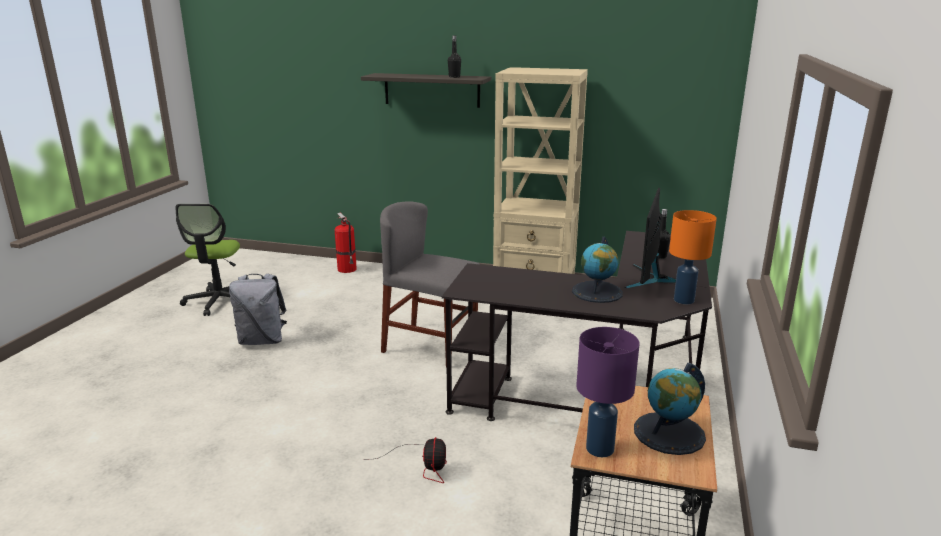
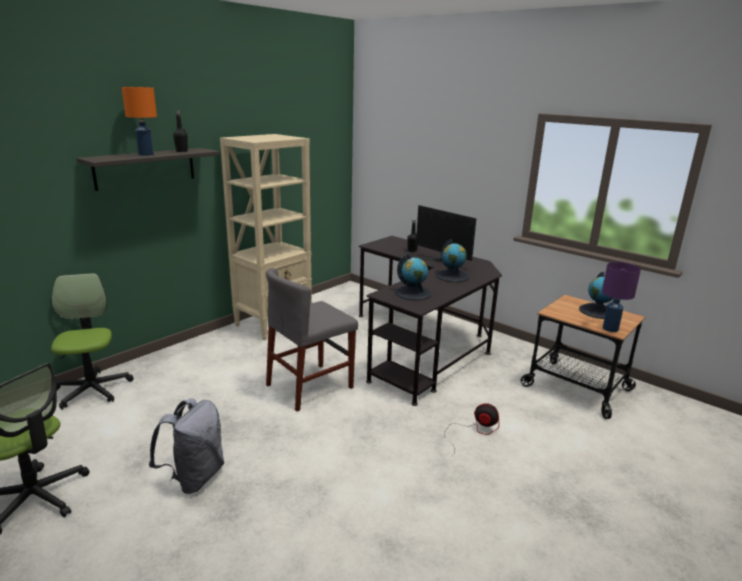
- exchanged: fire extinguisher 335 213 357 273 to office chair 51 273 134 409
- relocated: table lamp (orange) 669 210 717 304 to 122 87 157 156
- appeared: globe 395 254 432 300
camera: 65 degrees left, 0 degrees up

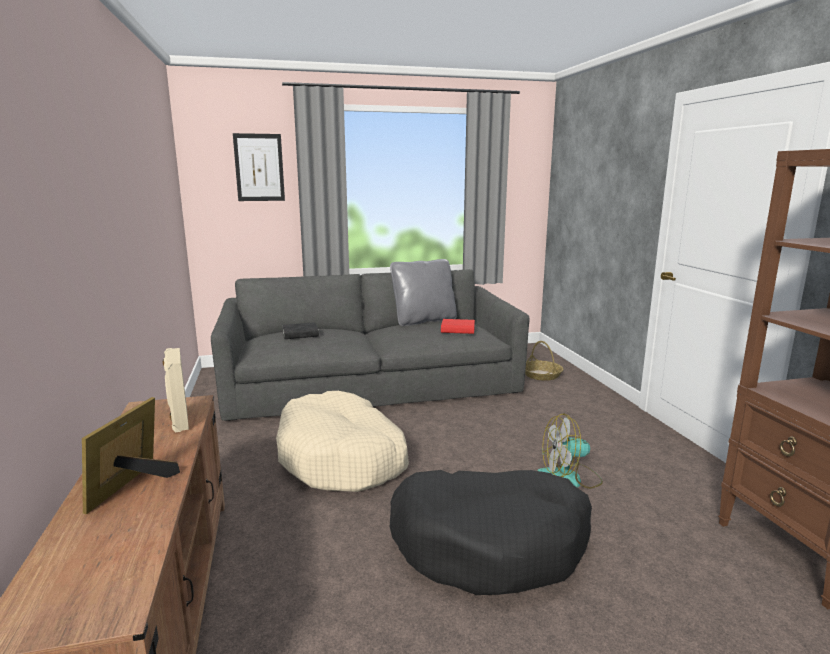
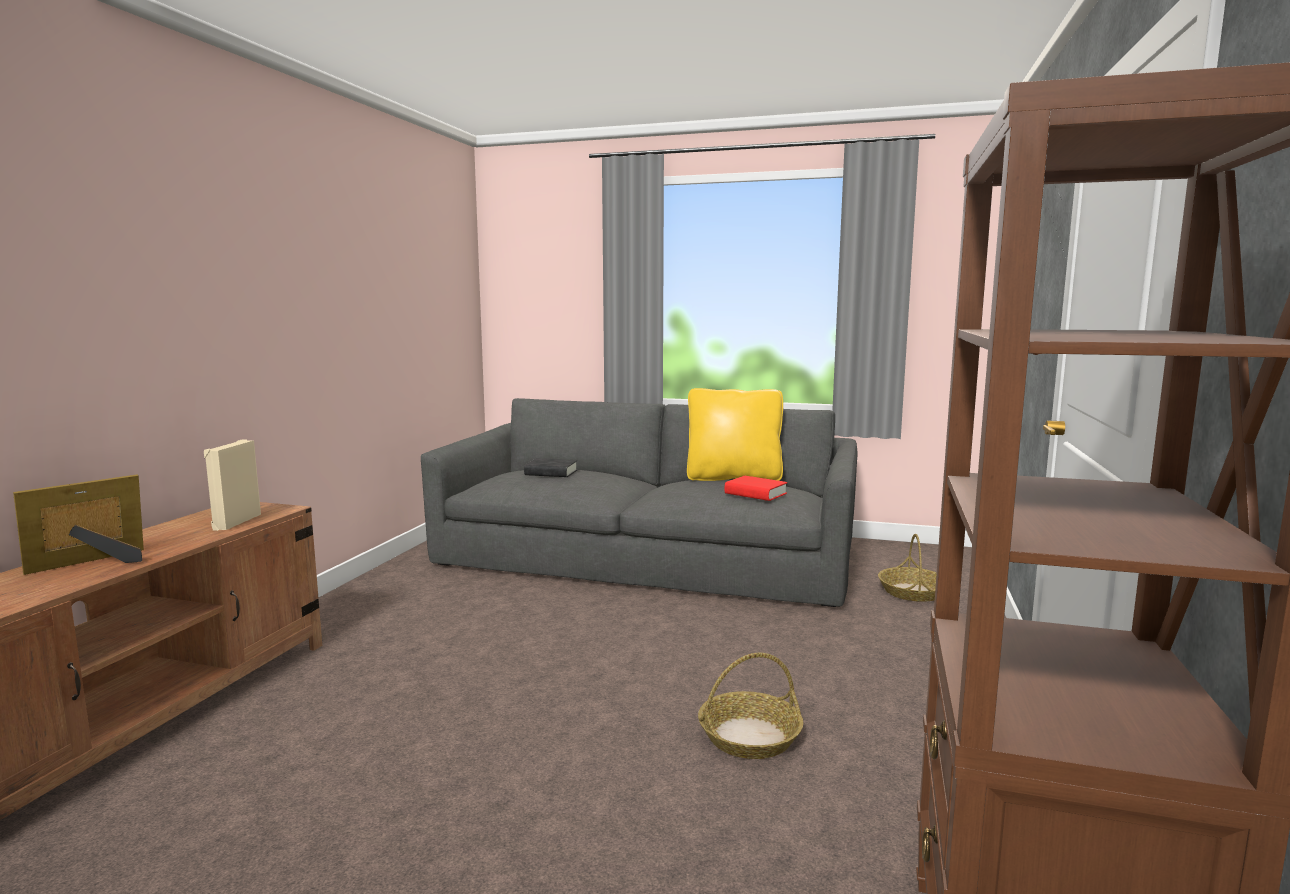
- colour: pillow (grey) 390 259 457 326 to pillow (yellow) 687 388 783 481
- exchanged: fan 537 413 603 489 to basket 698 653 803 759
- missing: picture 233 133 285 201
- missing: dog bed (beige) 276 391 409 492
- missing: dog bed (black) 390 470 592 595
camera: 30 degrees right, 5 degrees down

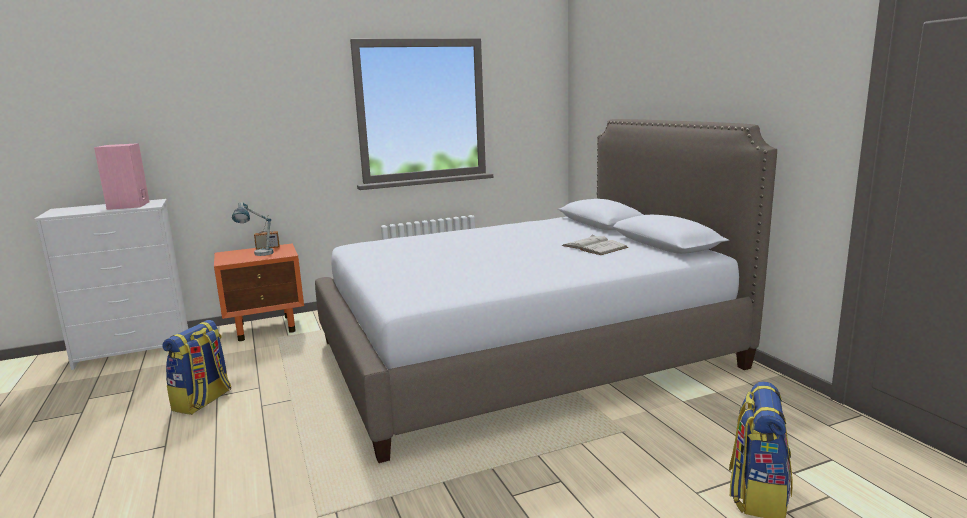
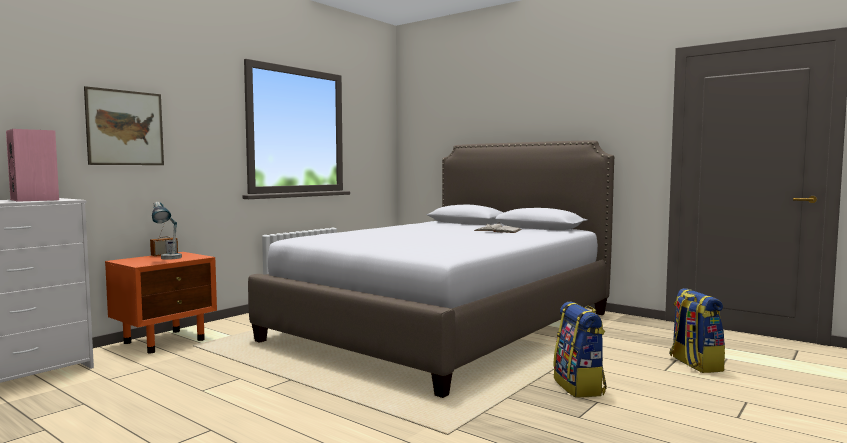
- appeared: picture 84 86 164 165
- relocated: backpack 162 320 231 415 to 554 302 607 398
camera: 30 degrees left, 10 degrees down

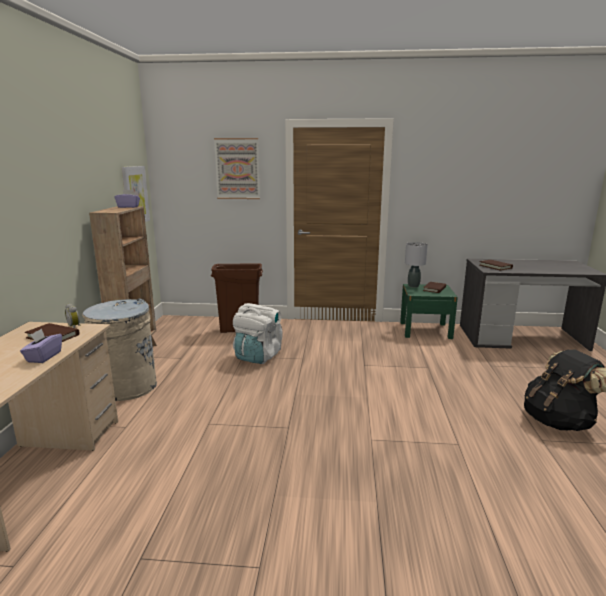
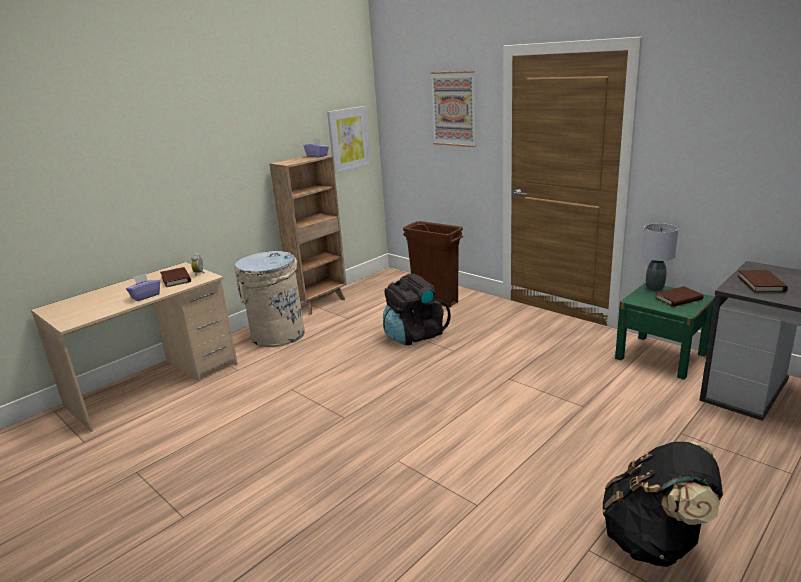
- colour: backpack (white) 233 303 283 364 to backpack (black) 383 274 451 345
camera: 40 degrees right, 5 degrees up

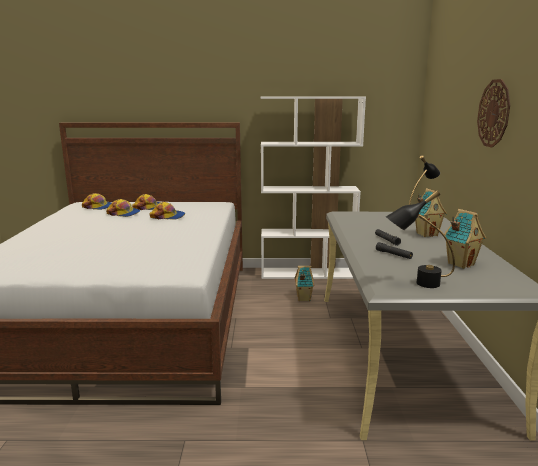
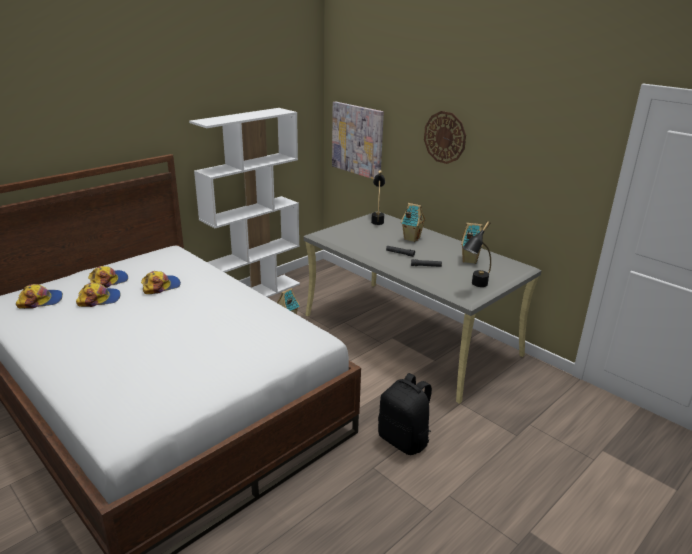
- appeared: picture 332 101 384 179
- appeared: backpack (black) 378 373 432 455
camera: 45 degrees left, 10 degrees up

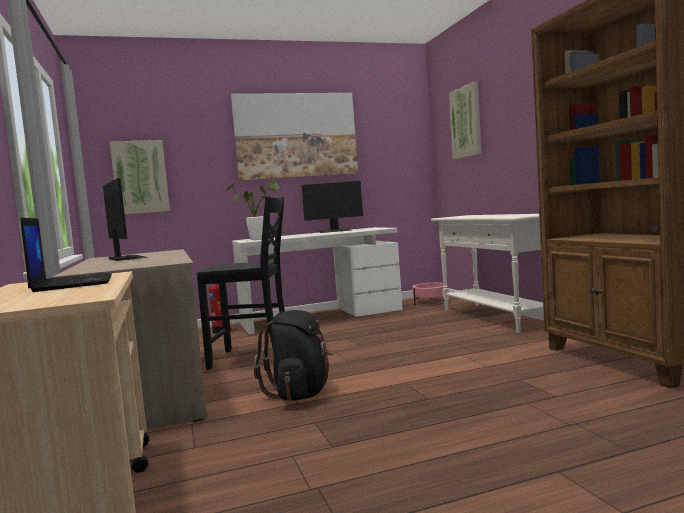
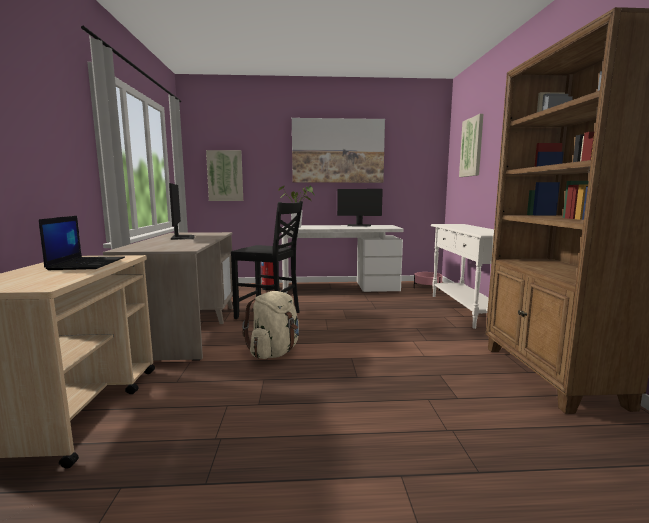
- colour: backpack (black) 254 310 334 401 to backpack (beige) 242 291 299 359
camera: 15 degrees right, 5 degrees up

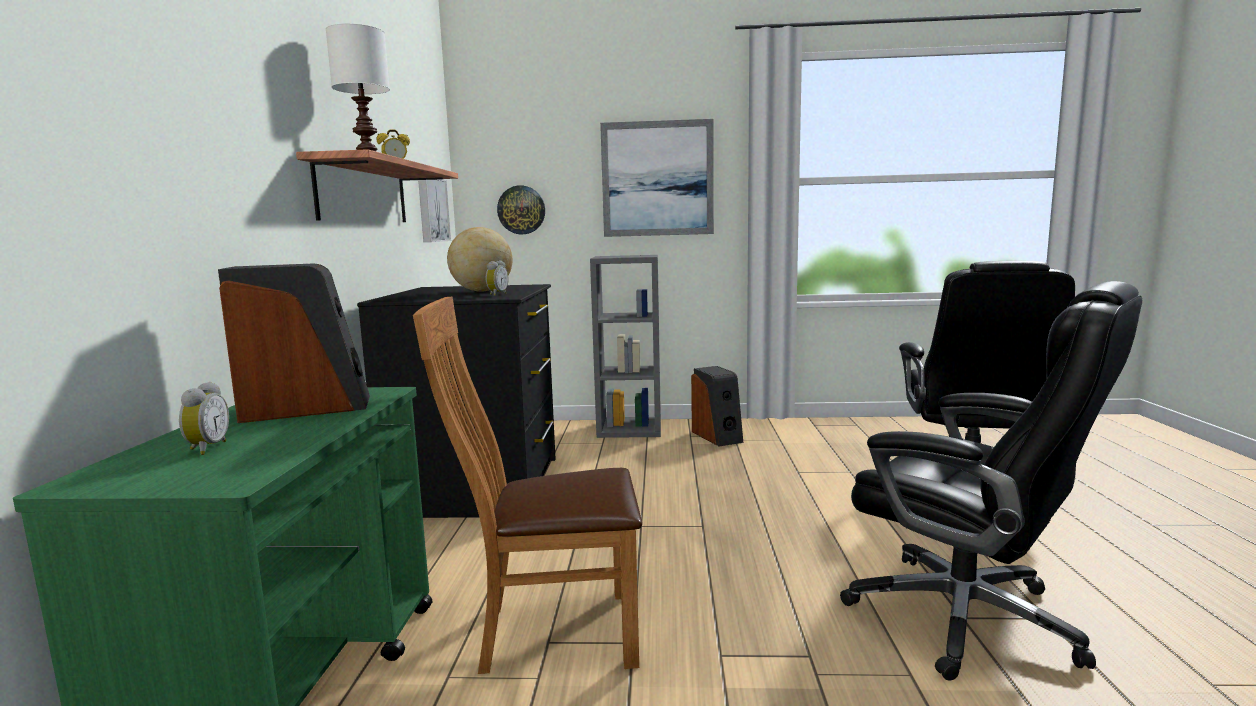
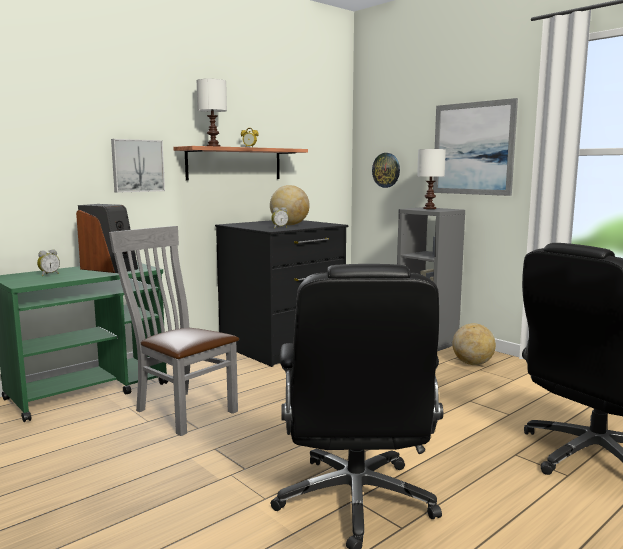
- colour: chair (brown) 413 297 642 674 to chair (grey) 109 226 239 436
- relocated: picture 418 179 451 242 to 111 139 165 193
- appeared: table lamp (white) 417 149 446 209
- exchanged: speaker 691 366 743 446 to globe 452 323 496 365
camera: 45 degrees right, 0 degrees up

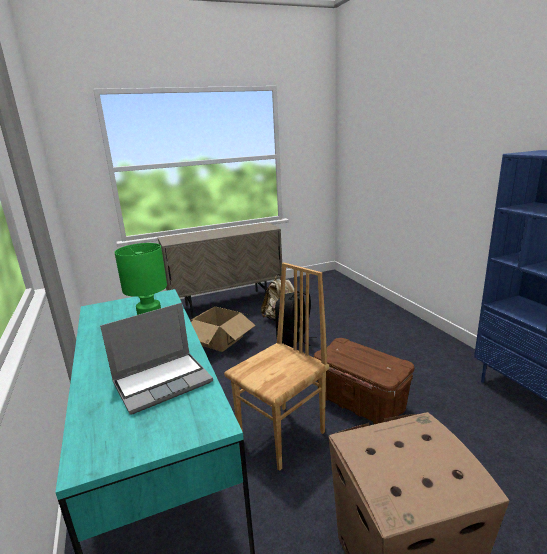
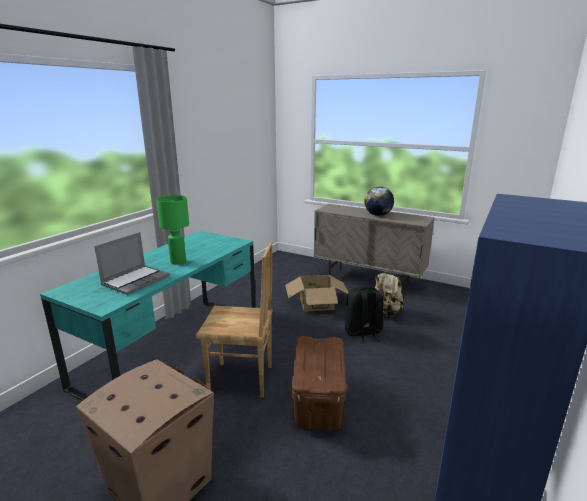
- spun: laptop 100 303 213 415 = 94 232 169 295 75 degrees counterclockwise
- appeared: globe 364 187 394 216
camera: 50 degrees right, 0 degrees up

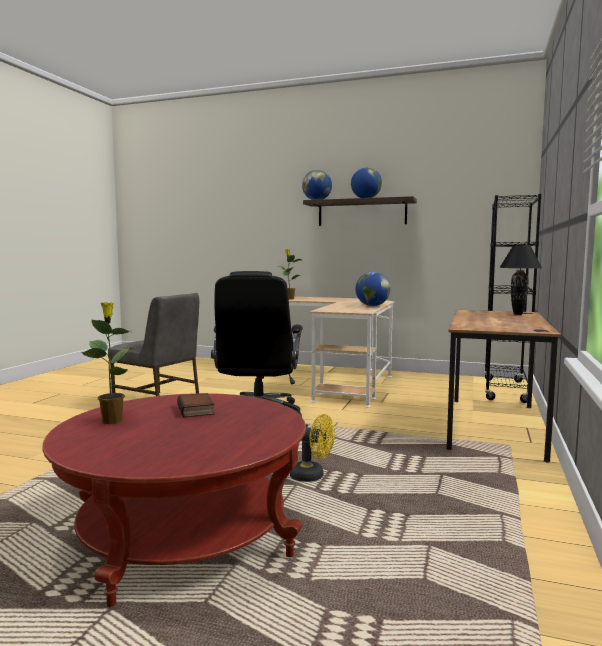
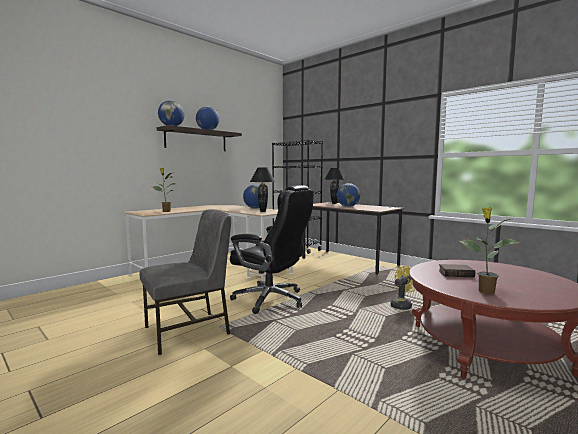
- appeared: table lamp (black) 250 167 275 212
- appeared: globe 337 183 360 207
camera: 65 degrees left, 0 degrees up

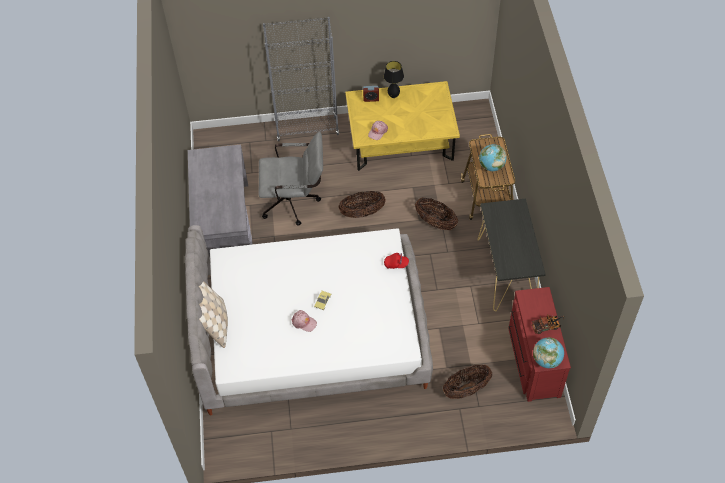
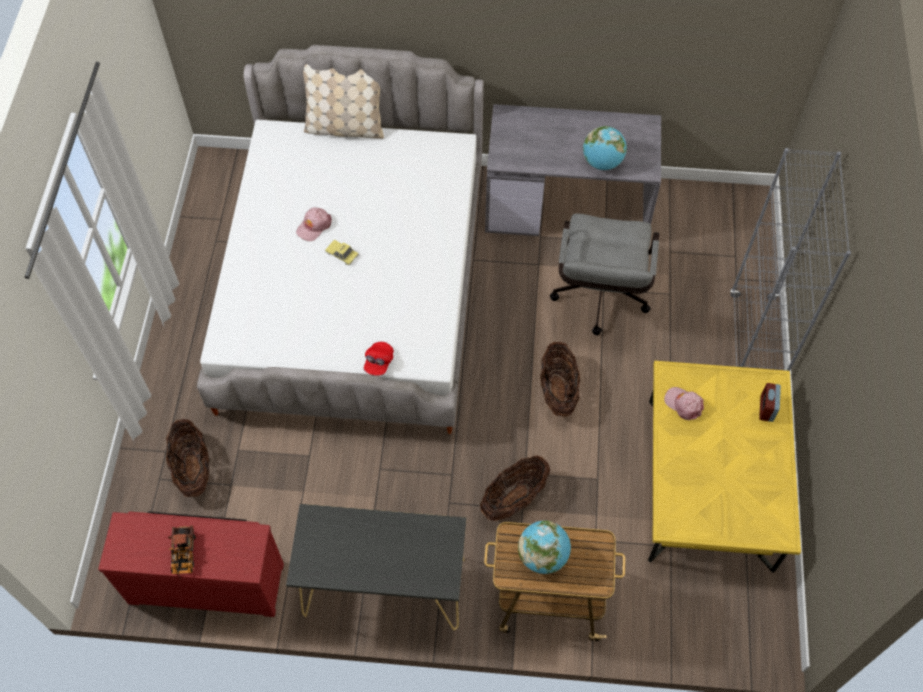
- relocated: globe 533 337 564 368 to 583 126 627 170
- missing: table lamp (black) 384 61 404 98
camera: 100 degrees right, 5 degrees up

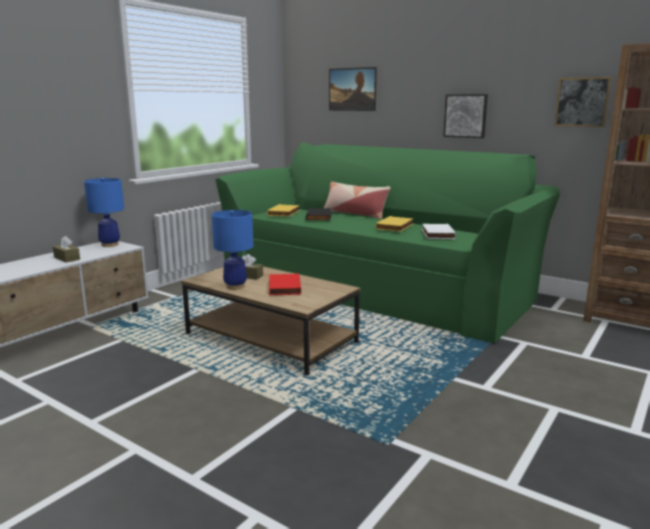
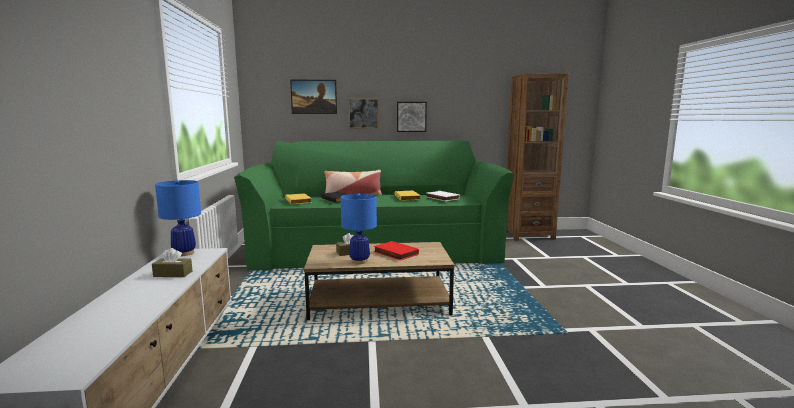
- relocated: picture 554 77 611 127 to 348 98 379 129
camera: 40 degrees left, 5 degrees down

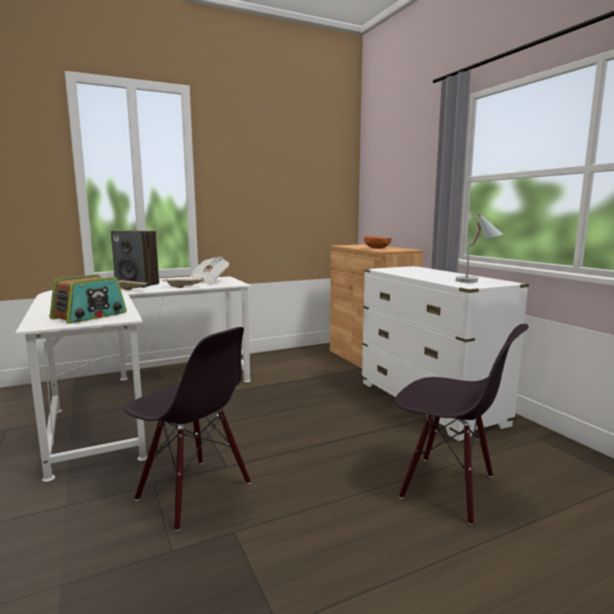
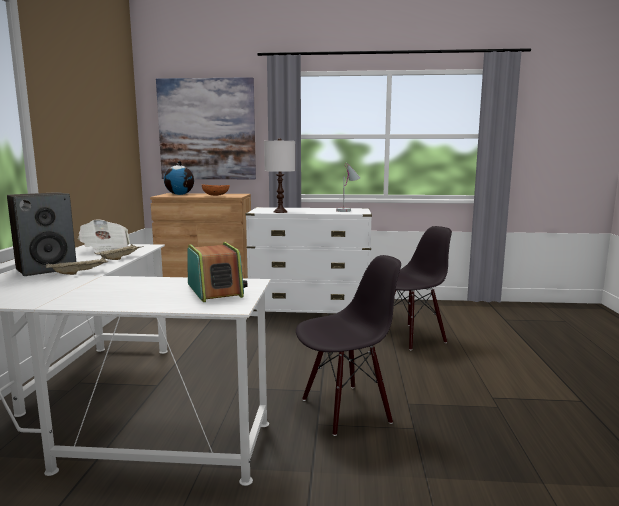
- appeared: picture 156 77 256 179
- appeared: globe 164 161 194 195
- appeared: table lamp (white) 264 138 295 213
camera: 60 degrees left, 0 degrees up

